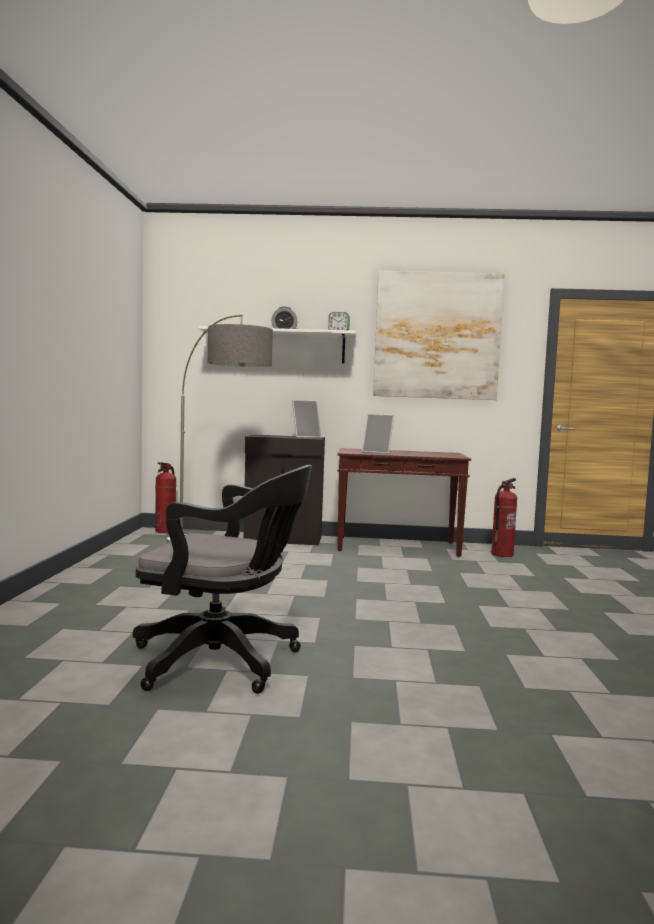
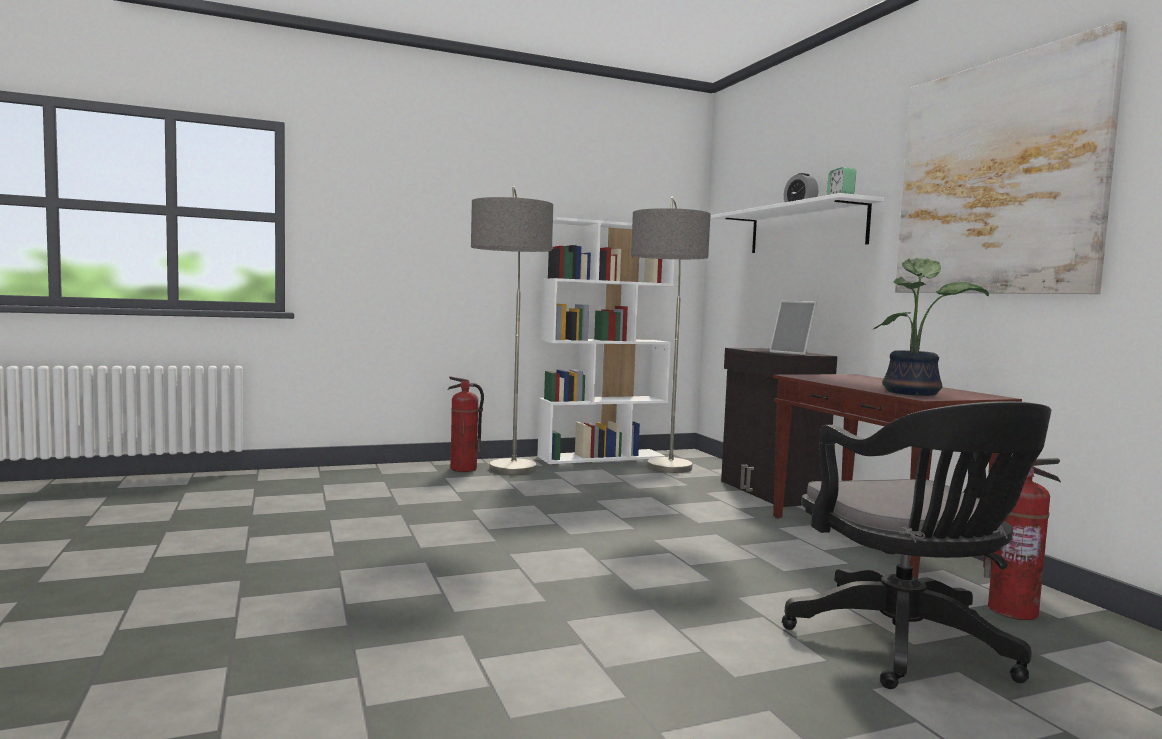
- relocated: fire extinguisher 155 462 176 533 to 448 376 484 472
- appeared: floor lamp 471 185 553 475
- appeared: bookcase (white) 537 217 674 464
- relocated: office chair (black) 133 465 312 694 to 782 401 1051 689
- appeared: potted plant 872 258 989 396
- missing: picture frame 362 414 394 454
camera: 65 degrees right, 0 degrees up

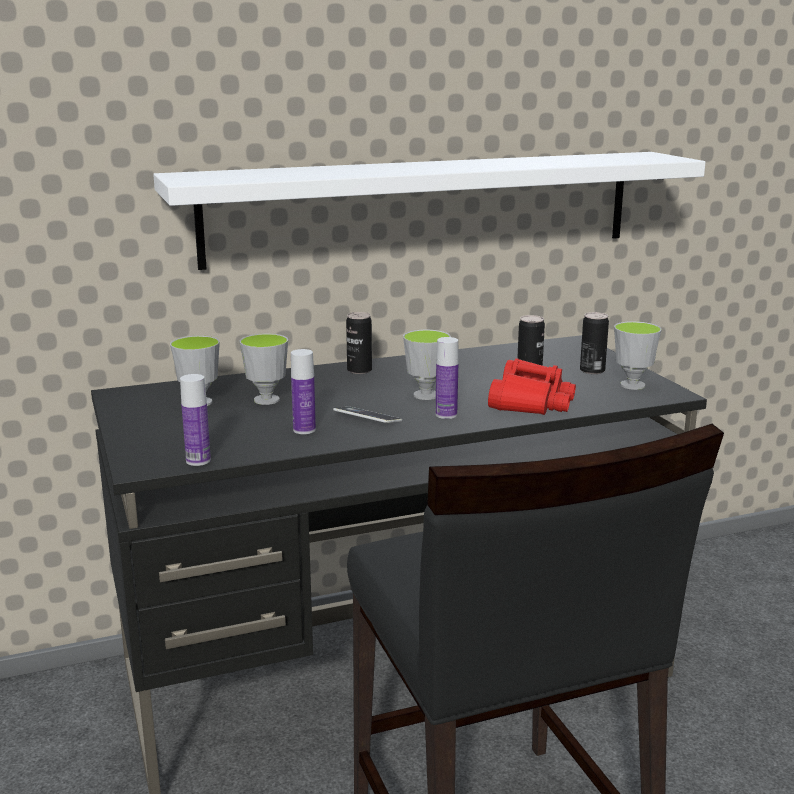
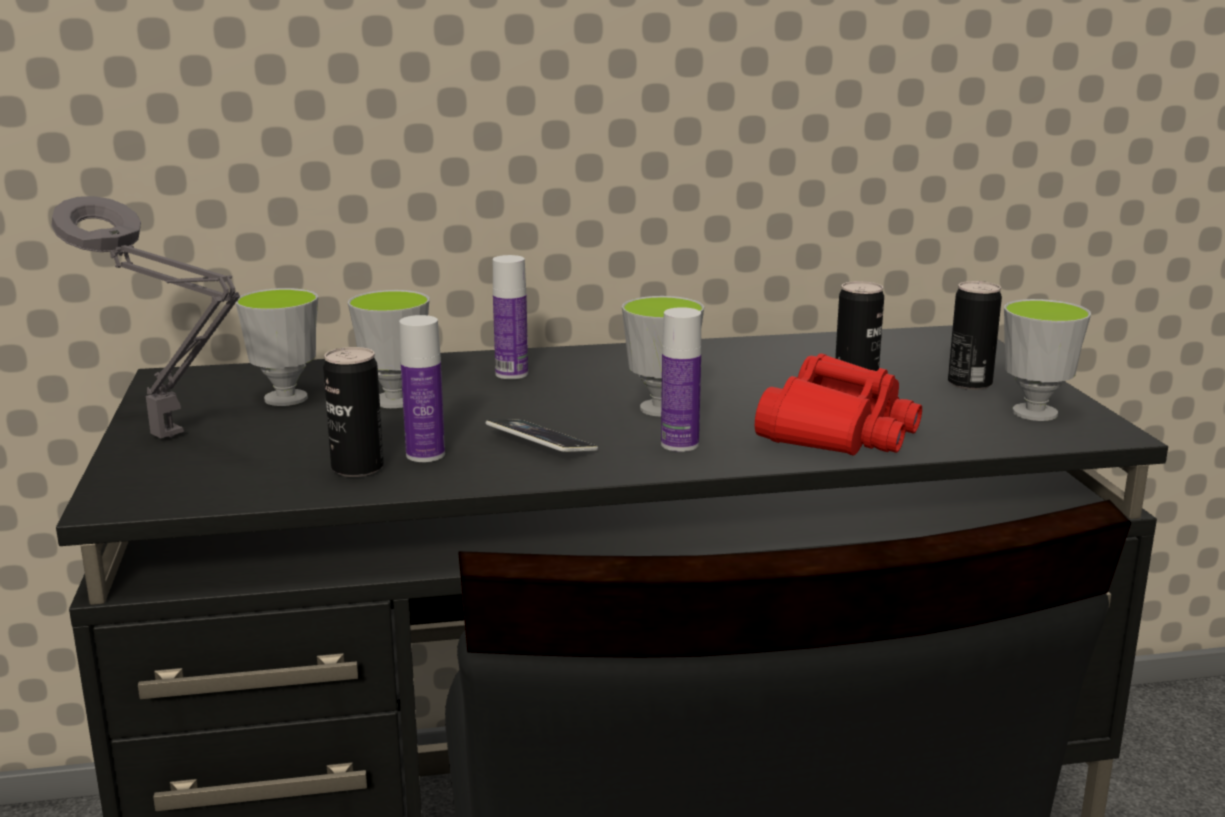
- appeared: table lamp (grey) 52 196 240 438
- relocated: can 346 312 372 374 to 323 347 384 477
- relocated: bottle 180 374 211 466 to 493 255 528 379
- missing: shelf (white) 153 152 706 270
camera: 10 degrees right, 0 degrees up

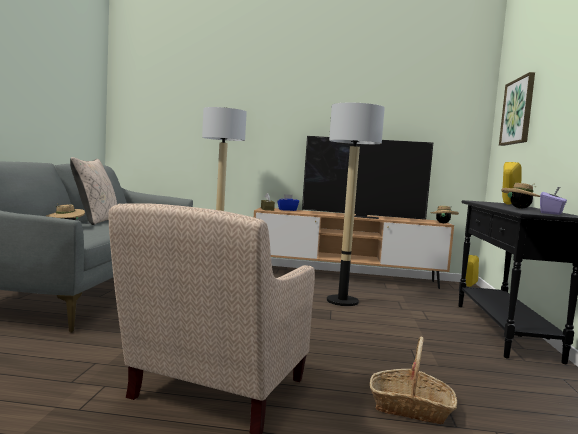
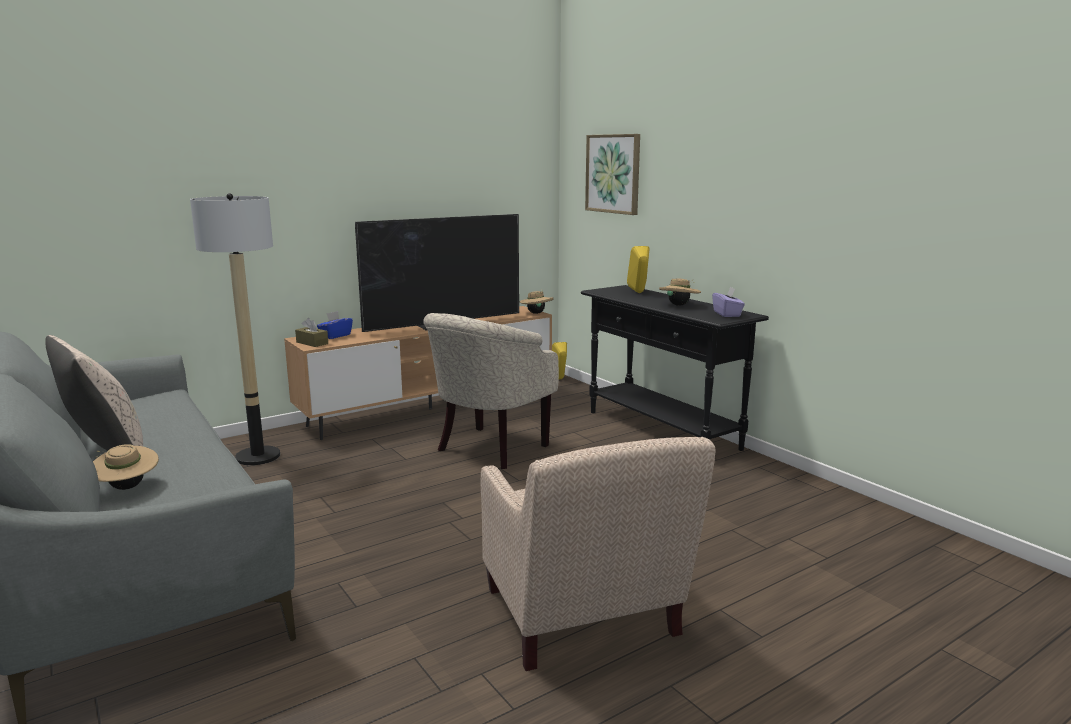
- exchanged: floor lamp 327 103 385 306 to armchair (beige) 423 313 559 469
- missing: basket 370 337 457 424
camera: 40 degrees left, 10 degrees up

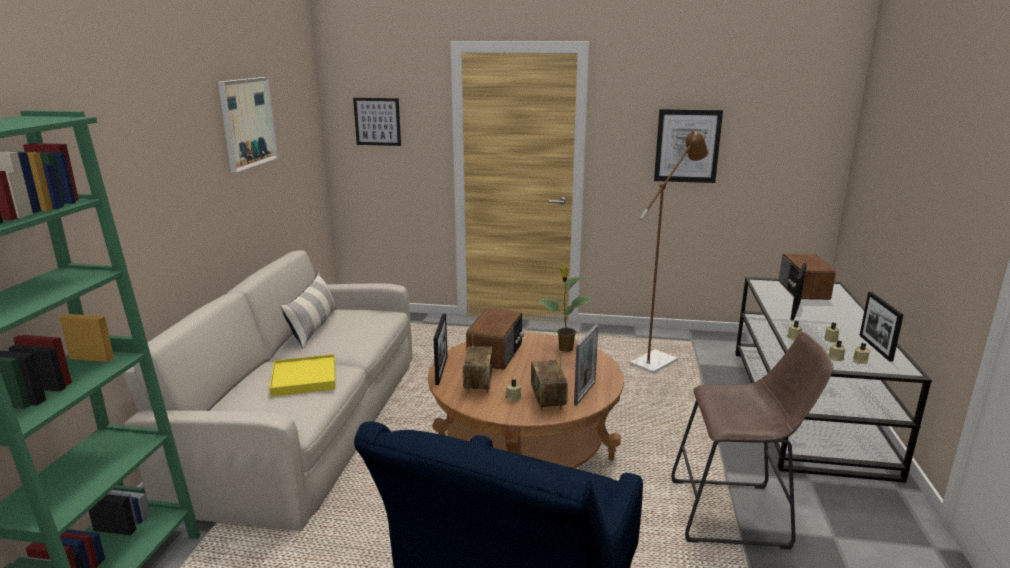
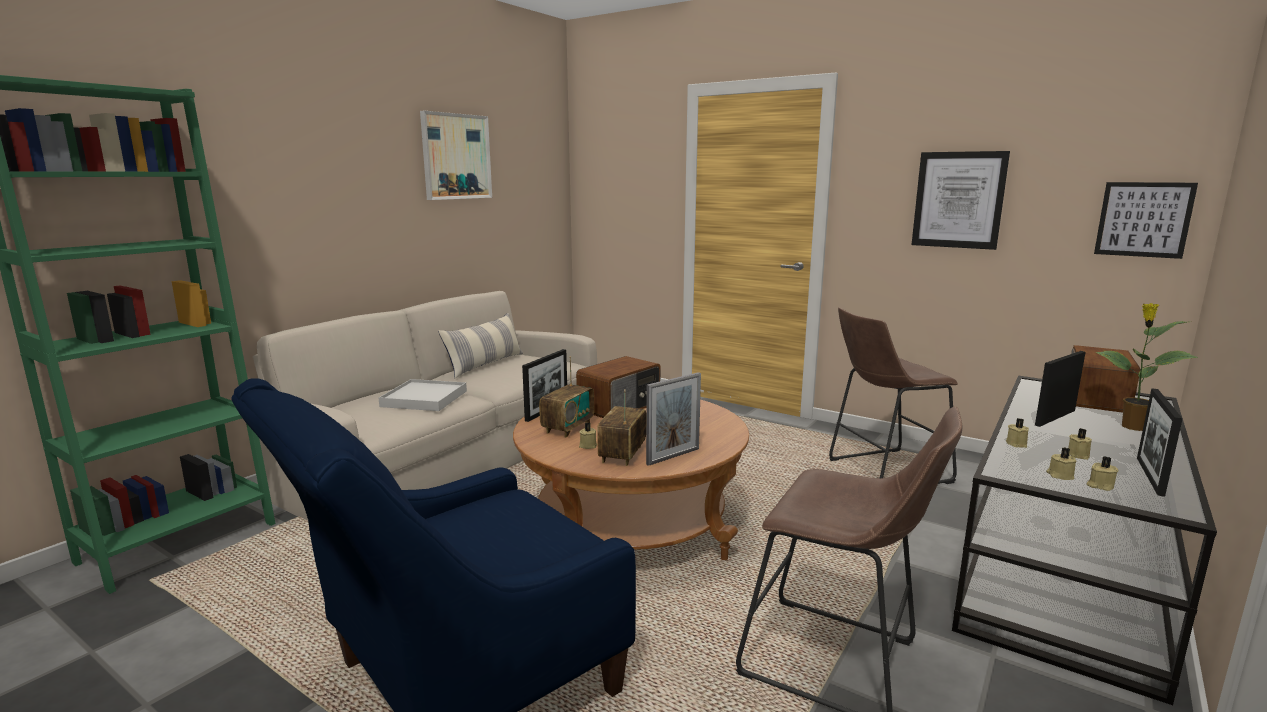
- colour: tray (yellow) 270 354 336 397 to tray (white) 379 379 467 411
- exchanged: floor lamp (brown) 630 130 708 374 to stool (brown) 829 307 958 484
- relocated: picture 353 98 401 146 to 1094 182 1198 259
- relocated: potted plant 537 265 593 352 to 1095 303 1198 431
camera: 25 degrees right, 5 degrees down

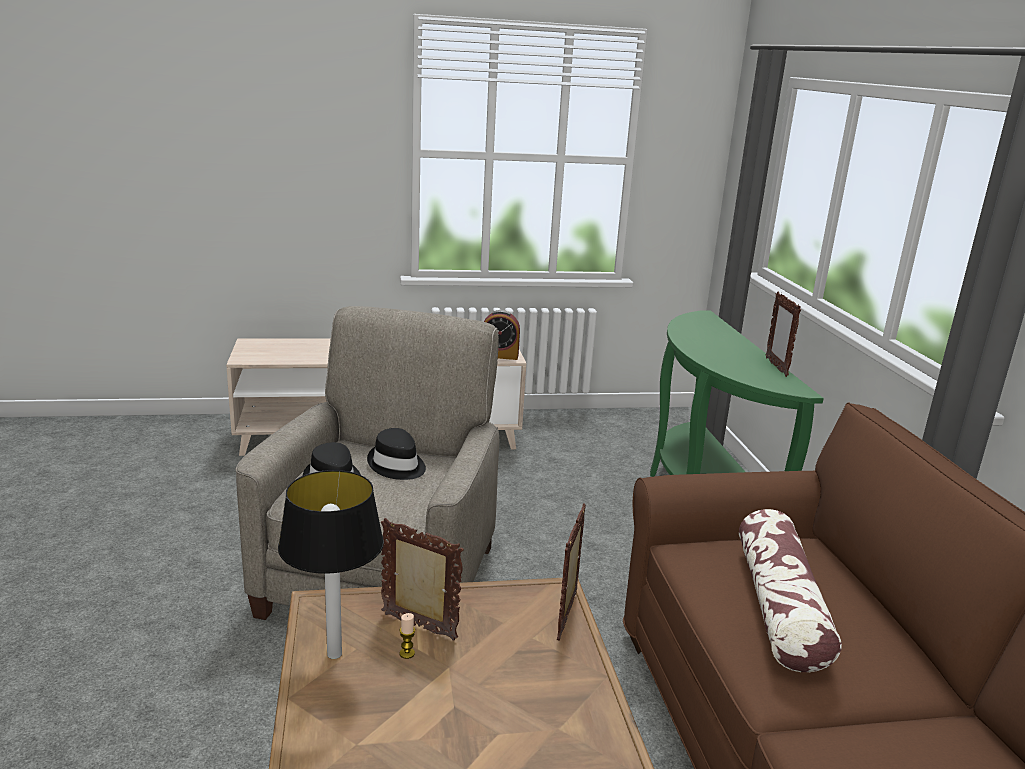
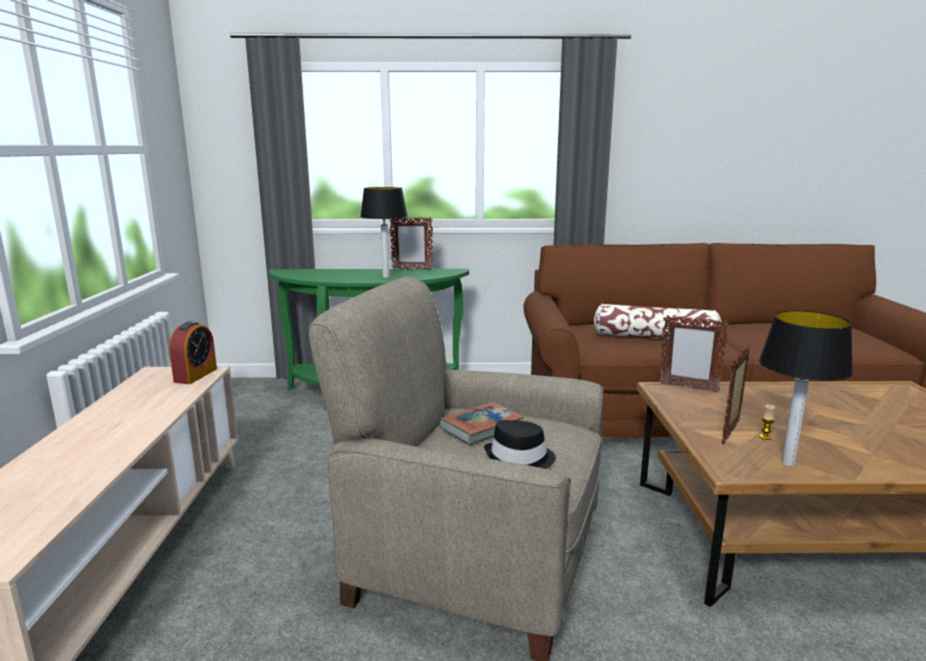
- appeared: table lamp 360 187 407 278
- exchanged: hat (black) 367 428 426 480 to book 439 402 524 445
camera: 80 degrees left, 5 degrees down

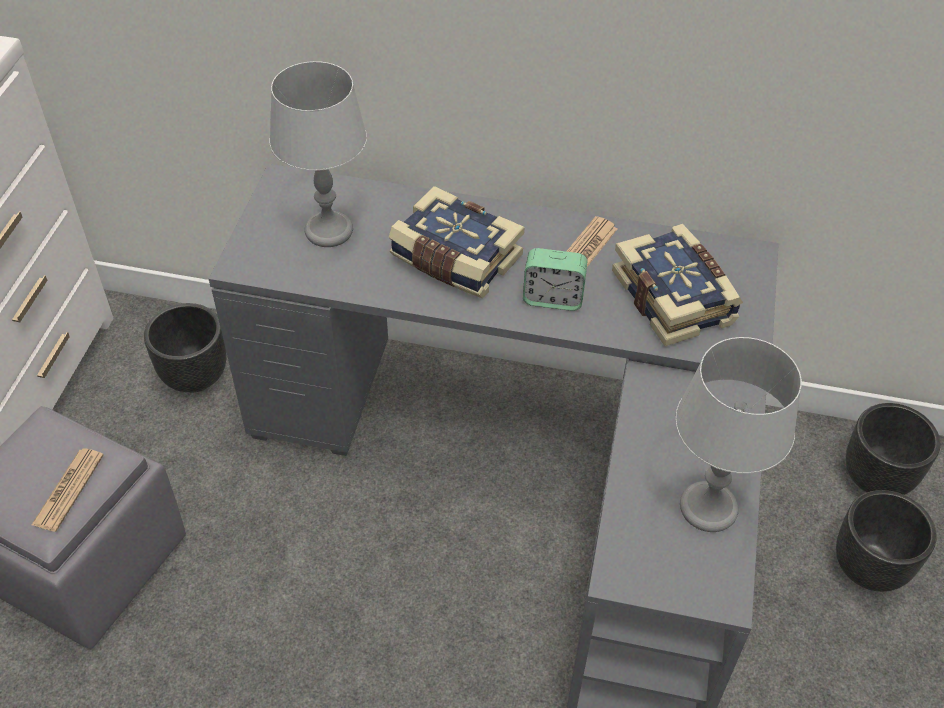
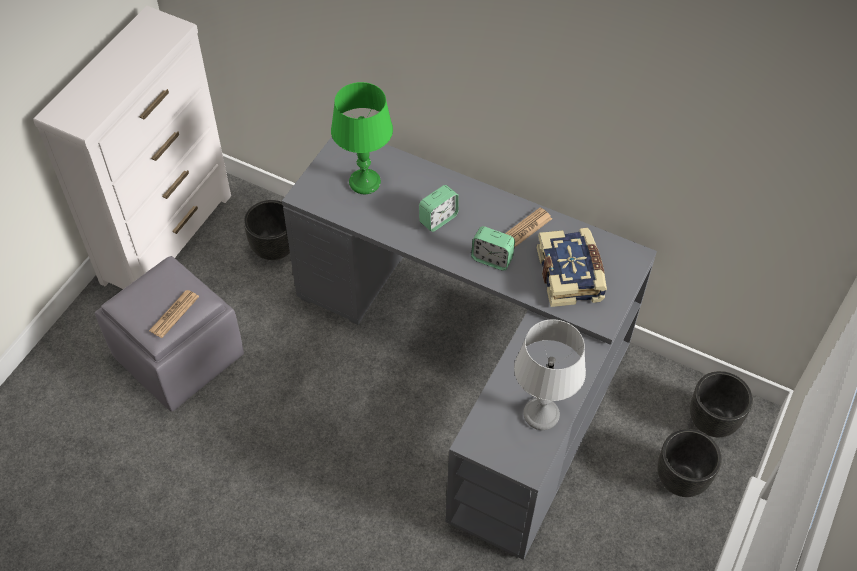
- colour: table lamp (grey) 269 61 367 247 to table lamp (green) 331 82 393 194
- exchanged: book 389 186 525 299 to alarm clock 419 185 459 232
camera: 15 degrees right, 5 degrees up

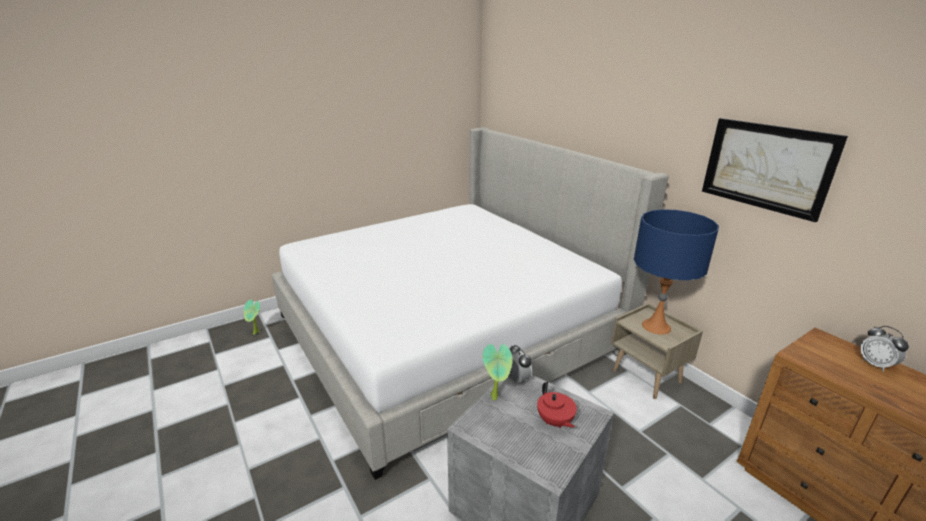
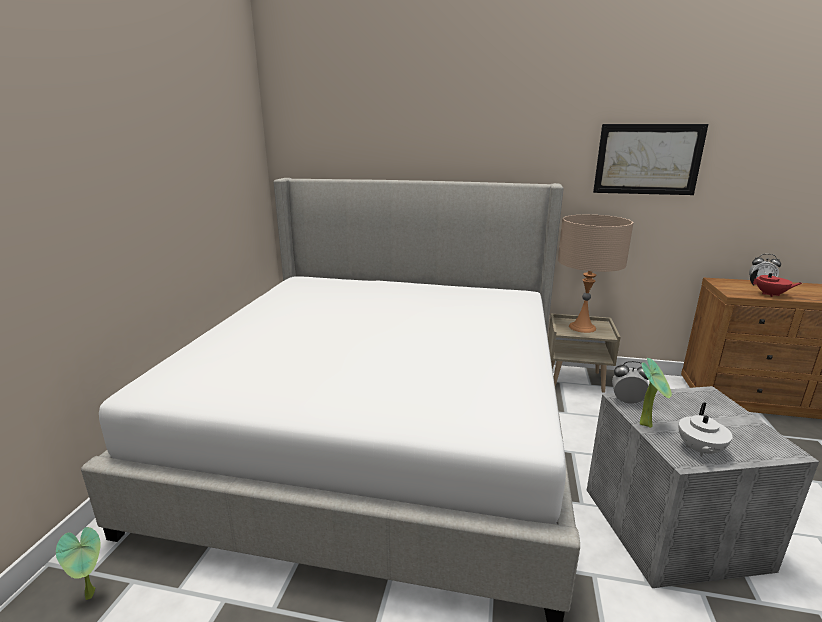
- colour: table lamp (blue) 634 209 719 335 to table lamp (beige) 558 215 634 333
- appeared: teapot (white) 679 403 733 457
- relocated: teapot (red) 537 382 577 428 to 750 268 802 297
camera: 45 degrees left, 5 degrees down

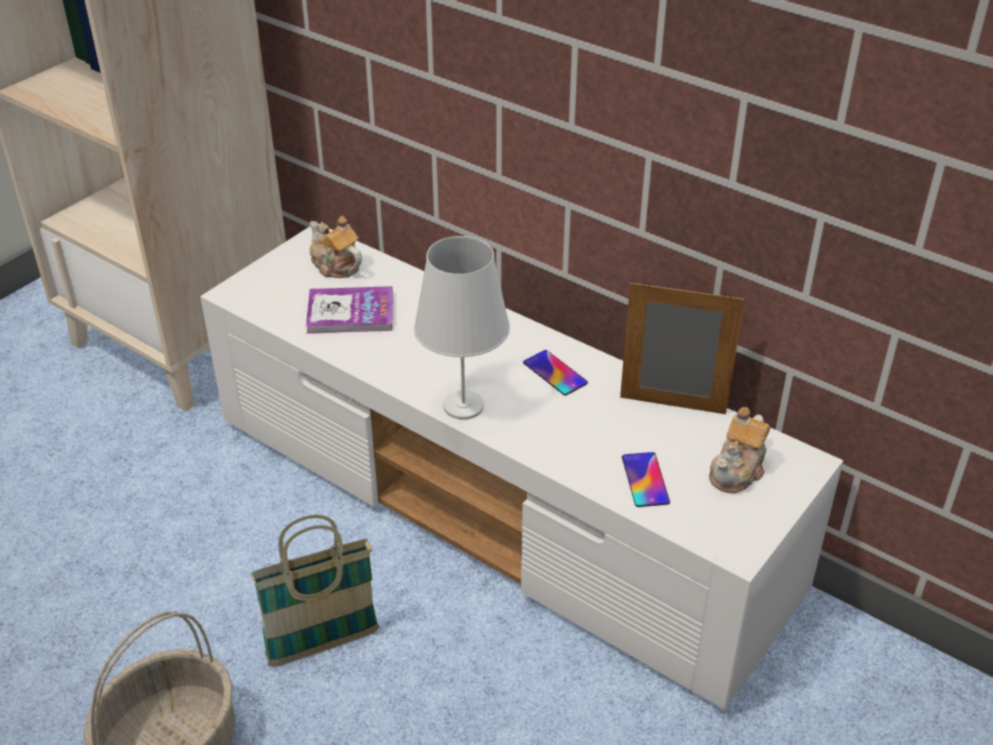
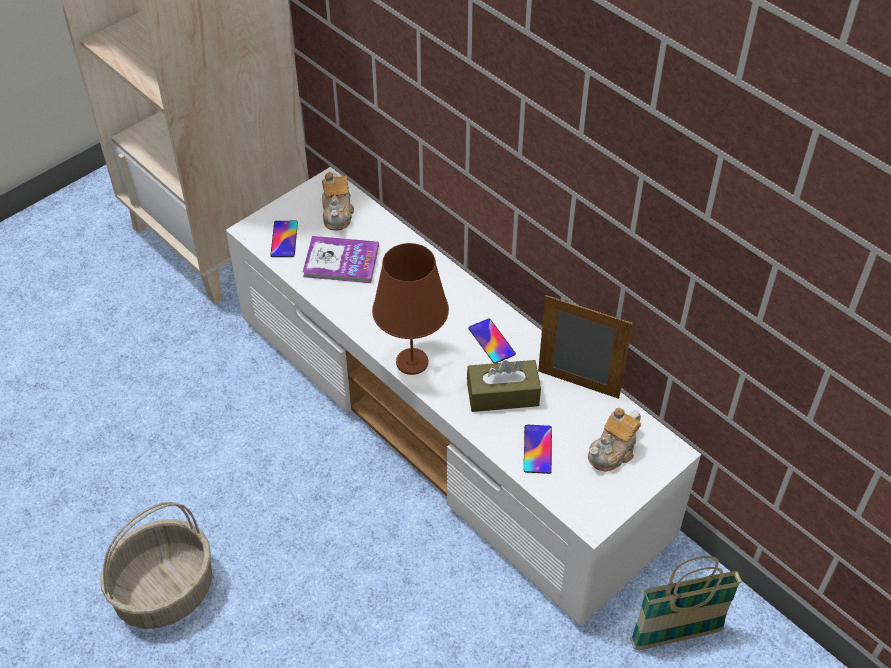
- appeared: phone 270 221 298 257
- spun: teapot 309 216 362 278 = 322 172 354 230 150 degrees counterclockwise
- colour: table lamp (white) 414 236 510 420 to table lamp (brown) 372 243 449 375
- appeared: tissue box (brown) 467 360 541 412
- relocated: basket 251 515 379 667 to 630 556 742 650
camera: 10 degrees right, 10 degrees up

